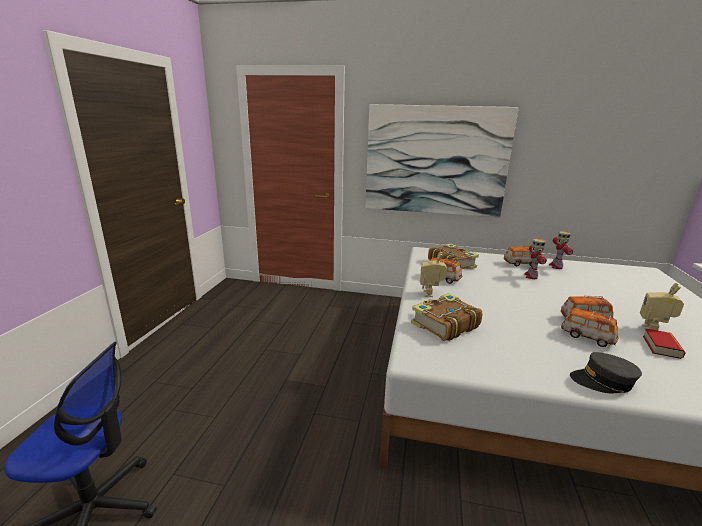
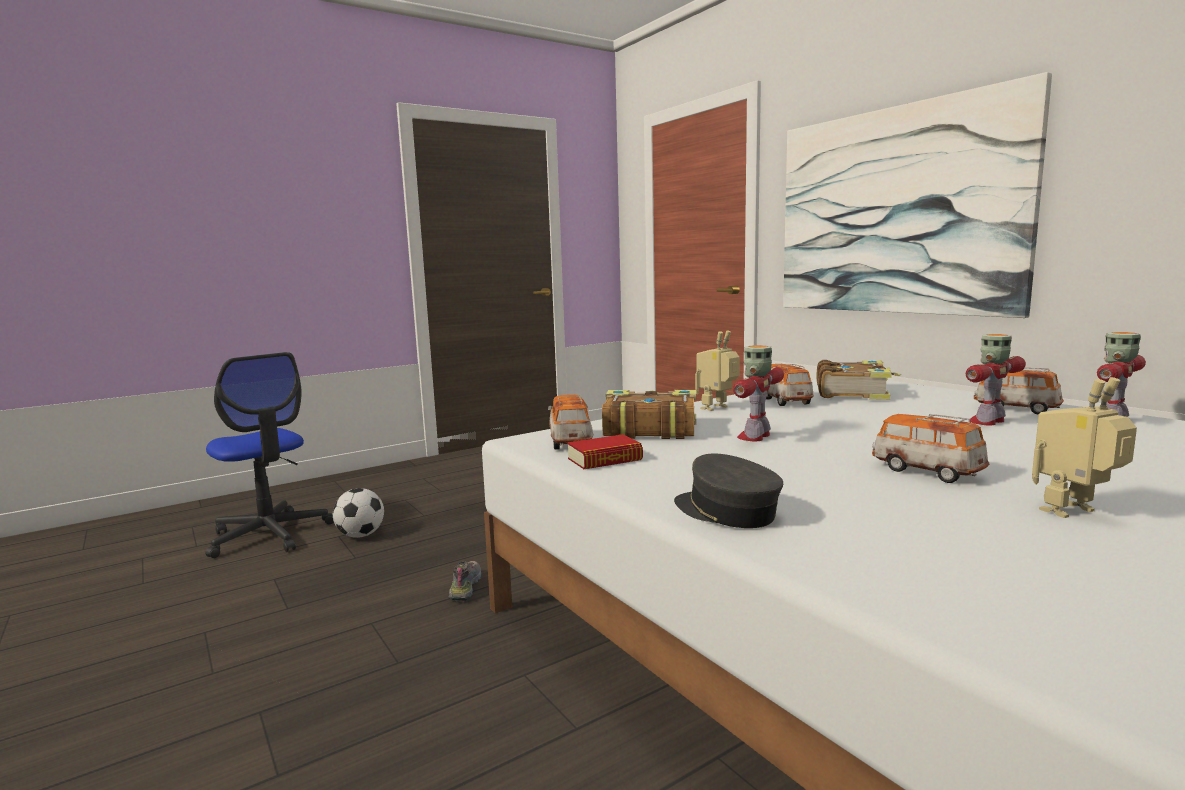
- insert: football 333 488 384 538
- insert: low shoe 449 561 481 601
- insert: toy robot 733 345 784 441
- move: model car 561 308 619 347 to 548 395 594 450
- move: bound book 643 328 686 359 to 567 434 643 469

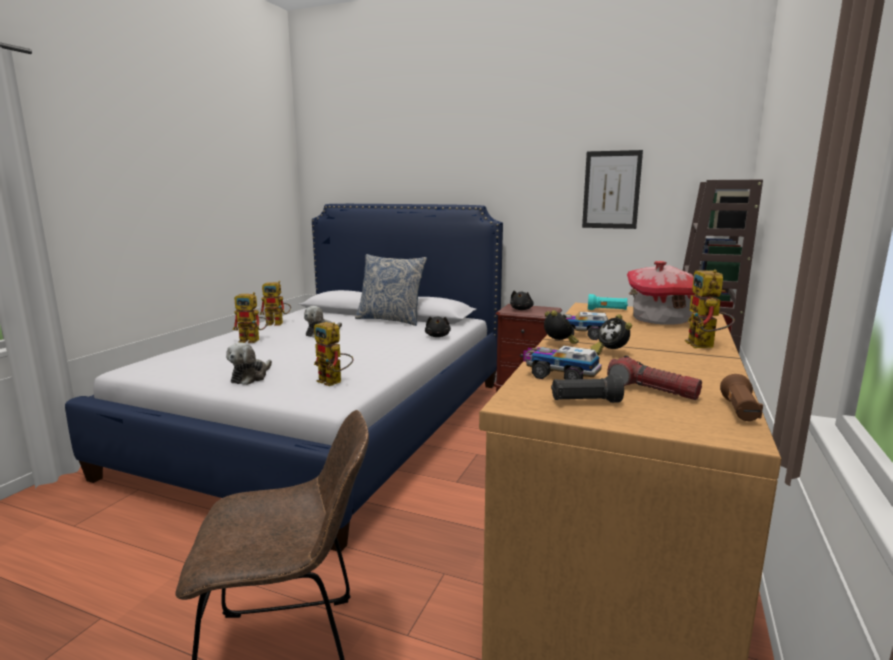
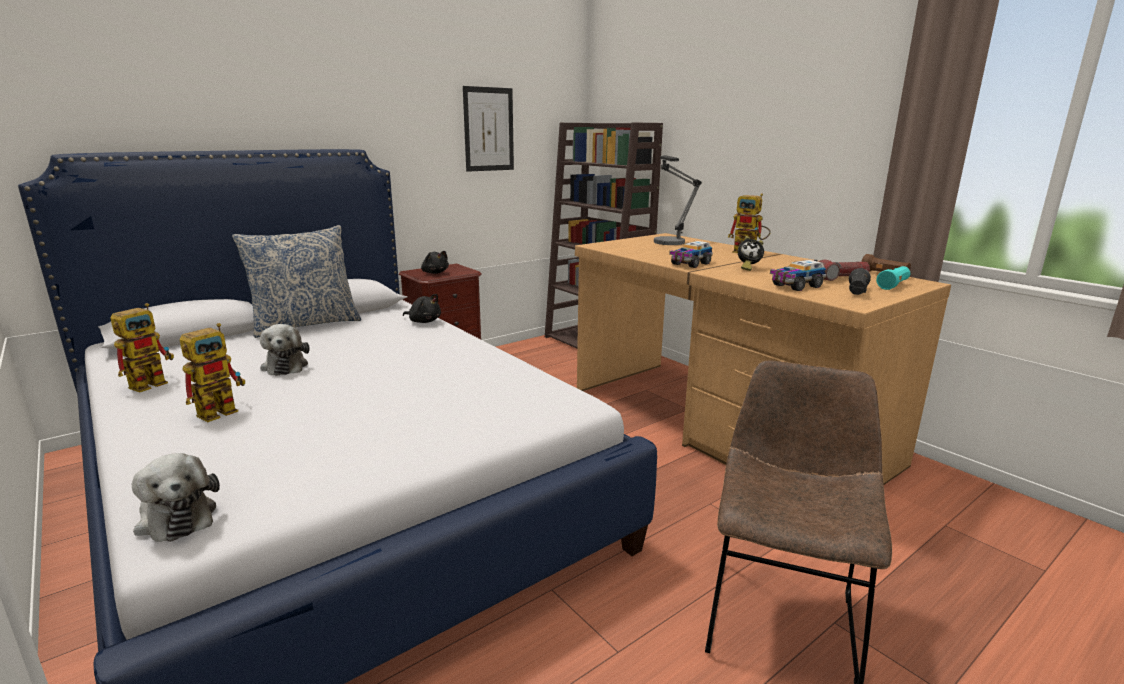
- delete: toy robot 314 322 354 386
- delete: table clock 544 310 579 344
- move: soft toy 226 343 272 385 to 132 453 220 542
- move: hand torch/turquoise 588 294 628 310 to 876 266 910 290
- replace: miniature house 627 261 695 325 to tabletop lamp 654 155 702 245

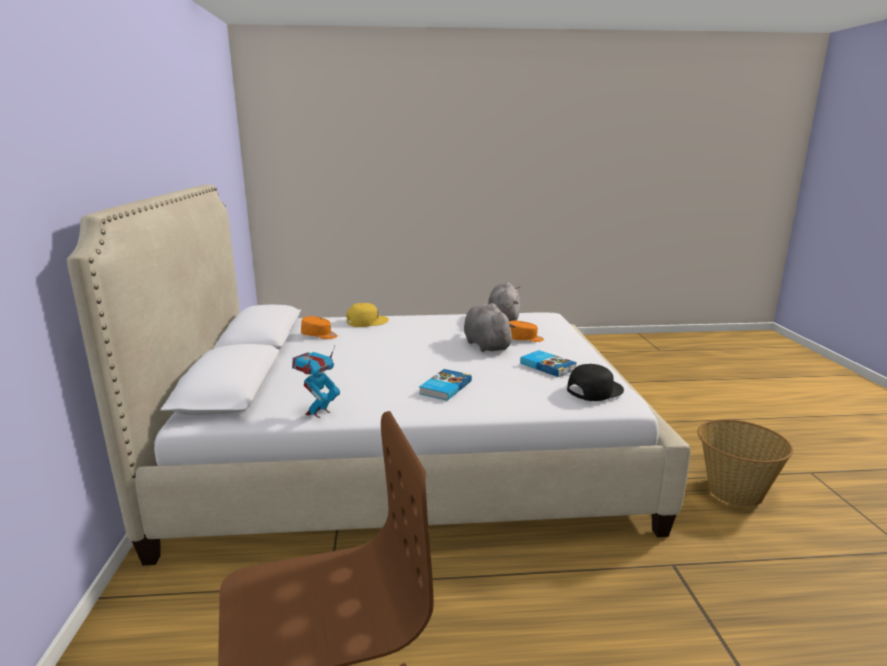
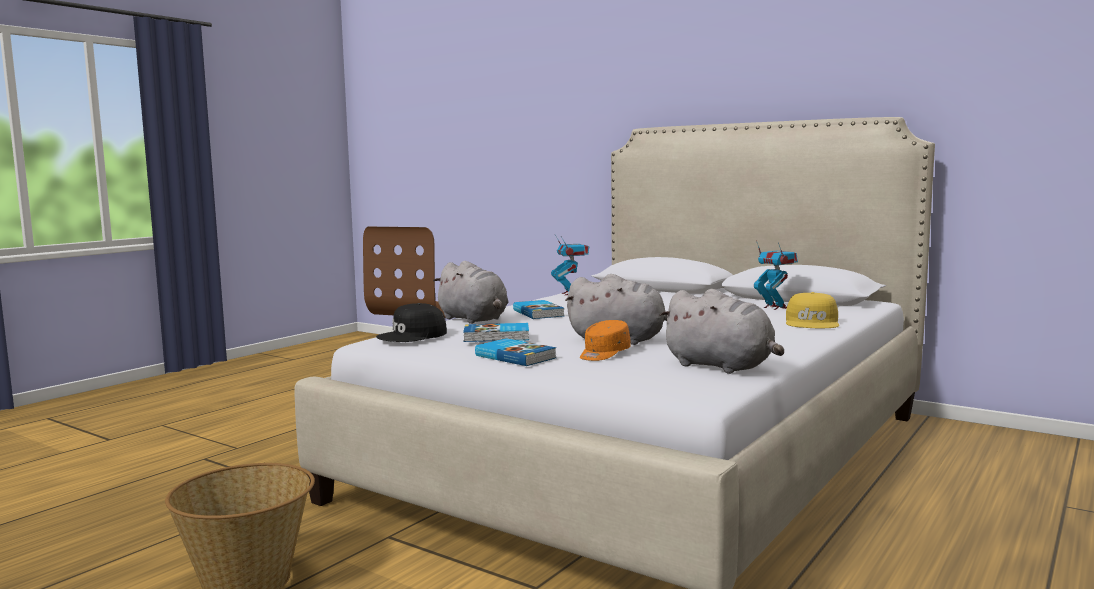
- insert: soft toy/gray 433 261 508 324
- insert: bound book 475 338 557 366
- replace: peaked cap/orangey 301 316 338 339 to toy robot 754 241 798 310
- rotate: peaked cap/blackish 567 364 624 401 = 376 303 447 342 45 degrees clockwise

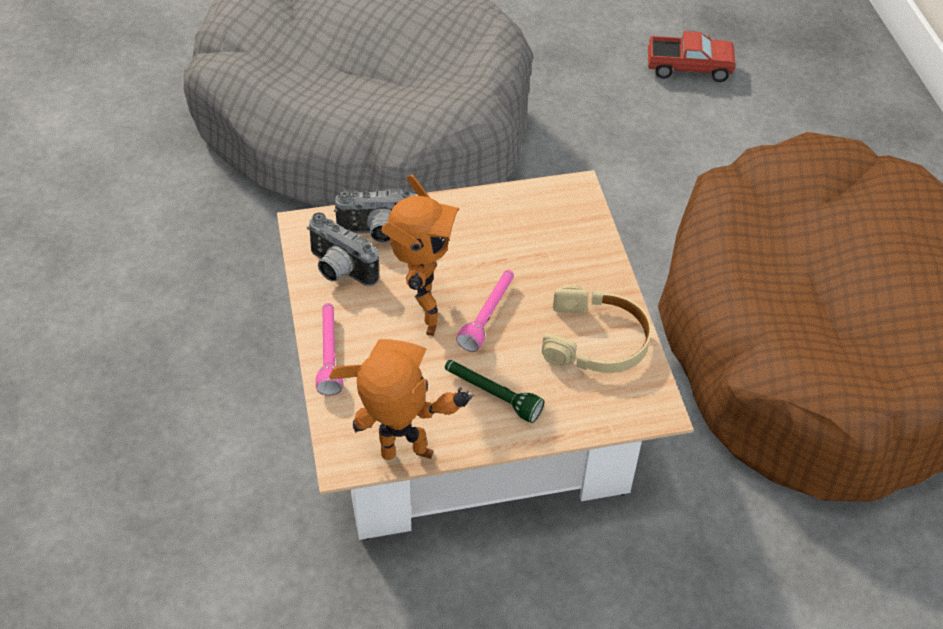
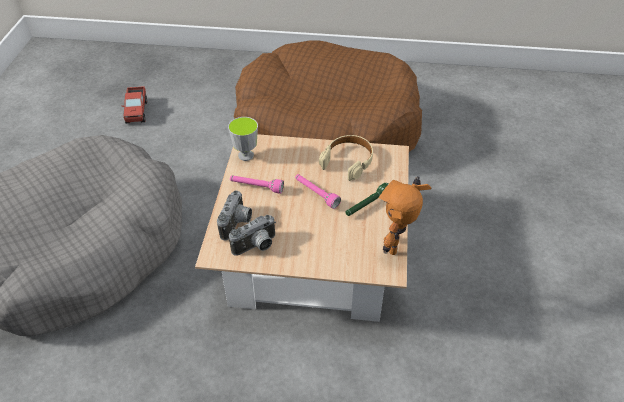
- delete: toy robot 381 175 459 336
- insert: cup 228 117 258 161
- move: hand torch/pinkish 316 303 343 396 to 230 175 284 194
- rotate: model truck 648 31 735 82 = 121 86 147 123 150 degrees clockwise

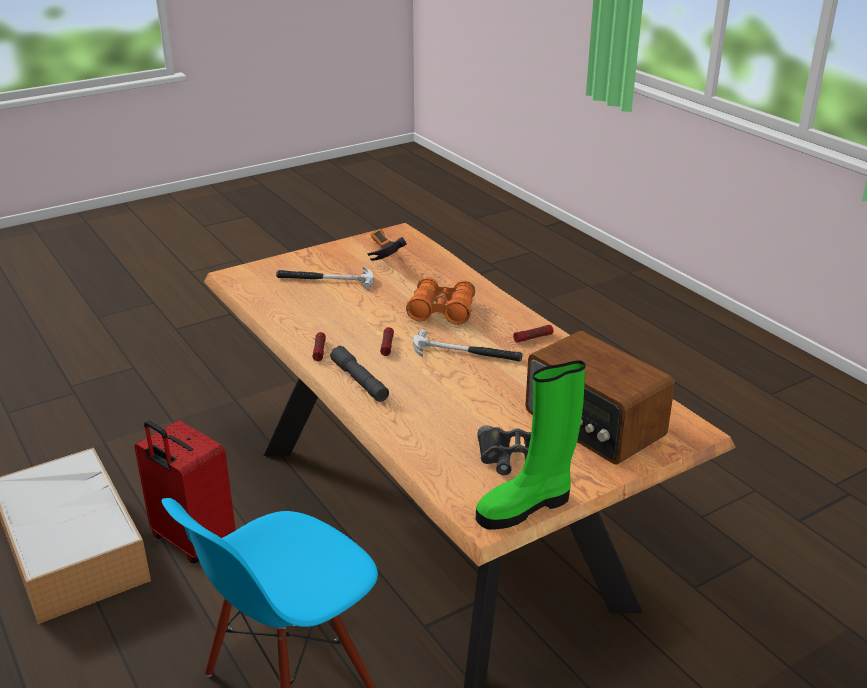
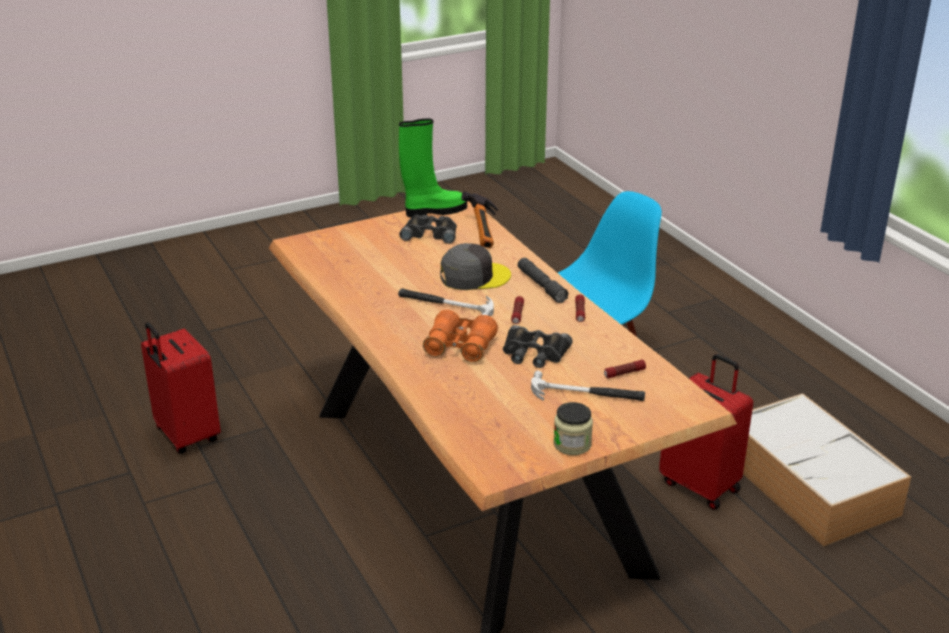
- delete: radio receiver 525 331 675 465
- insert: suitcase/reddish 141 322 221 454
- insert: peaked cap/gray 440 243 511 290
- insert: binoculars/blackish 503 325 573 368
- insert: preserve jar 553 402 593 455
- move: tool hammer 367 229 407 261 to 462 191 498 248
- move: hand torch 513 325 553 343 to 604 360 646 378

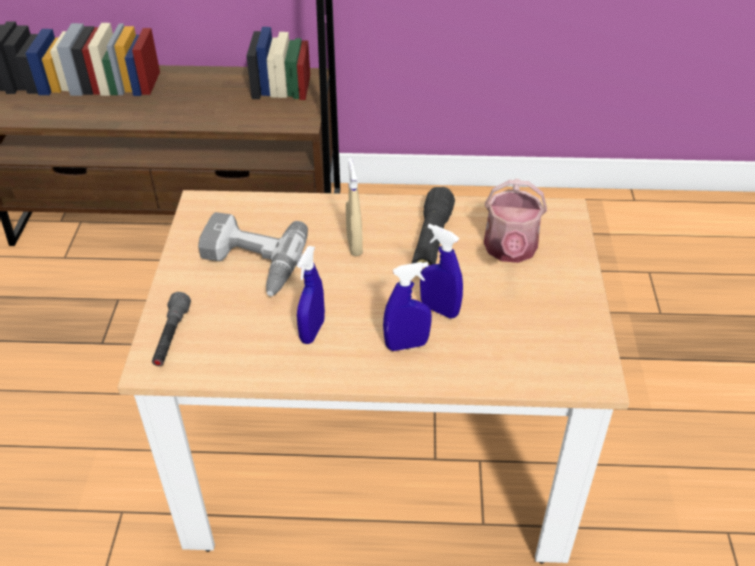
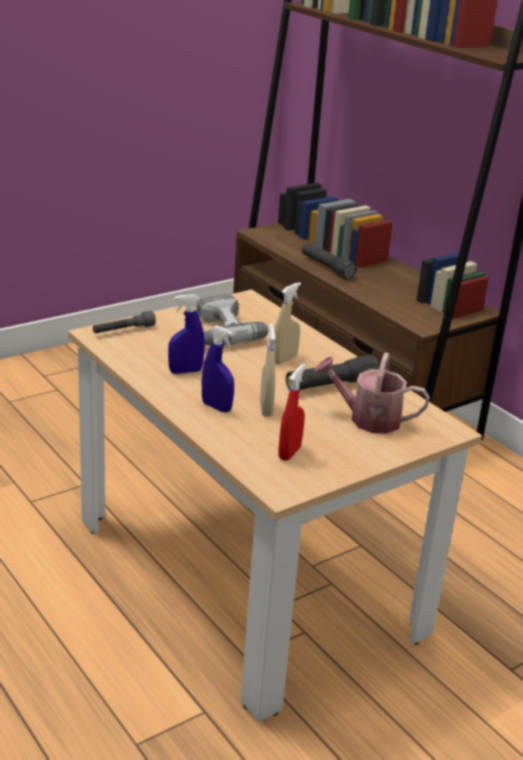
- insert: hand sprayer/reddish 278 364 306 461
- insert: hand torch/blackish 302 242 357 279
- recolor: hand sprayer/blue-coloured 420 224 463 318 to hand sprayer/beige 260 324 276 417
- rotate: watering can 484 178 547 263 = 315 352 430 434 45 degrees clockwise

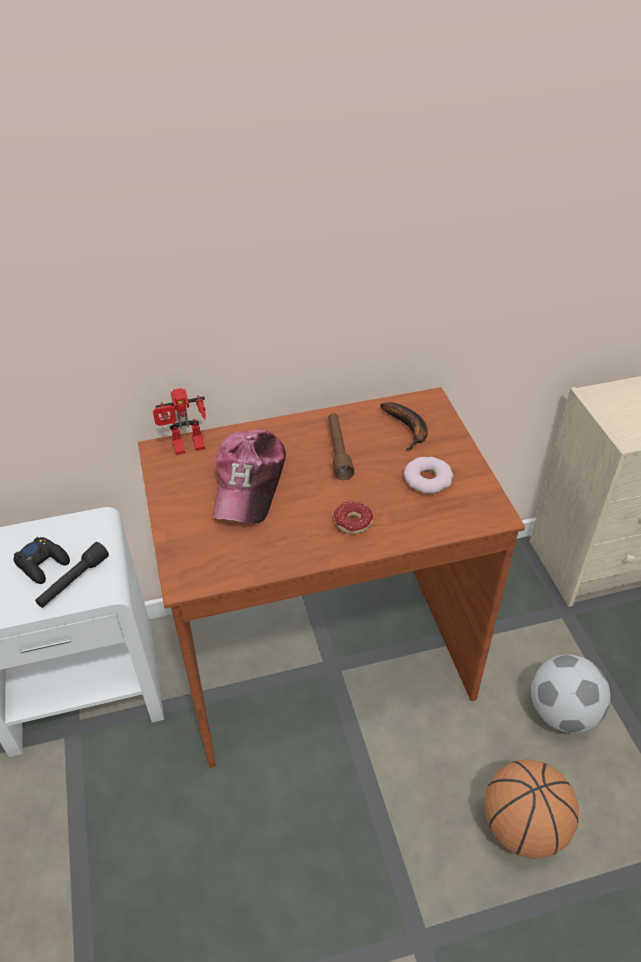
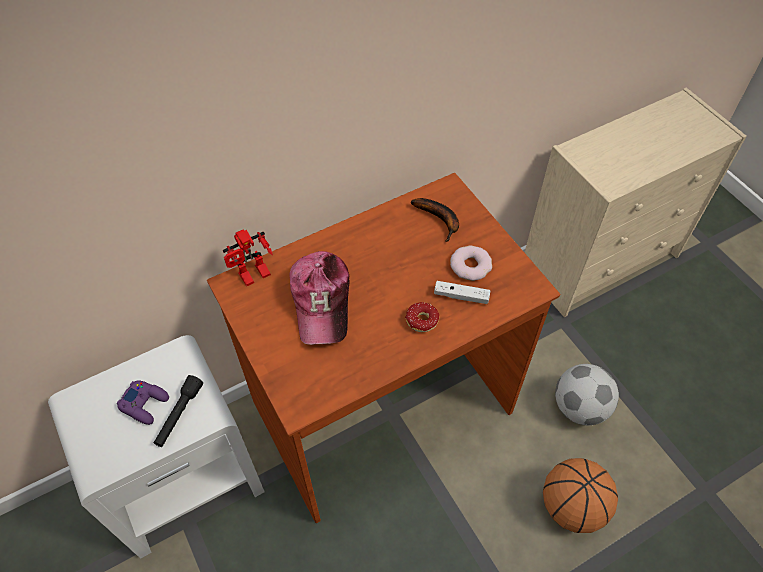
- delete: hand torch/brownish 328 413 355 480
- insert: gamepad/whitish 434 281 490 304
- recolor: gamepad/blackish 13 537 70 584 to gamepad/purplish 117 380 169 425

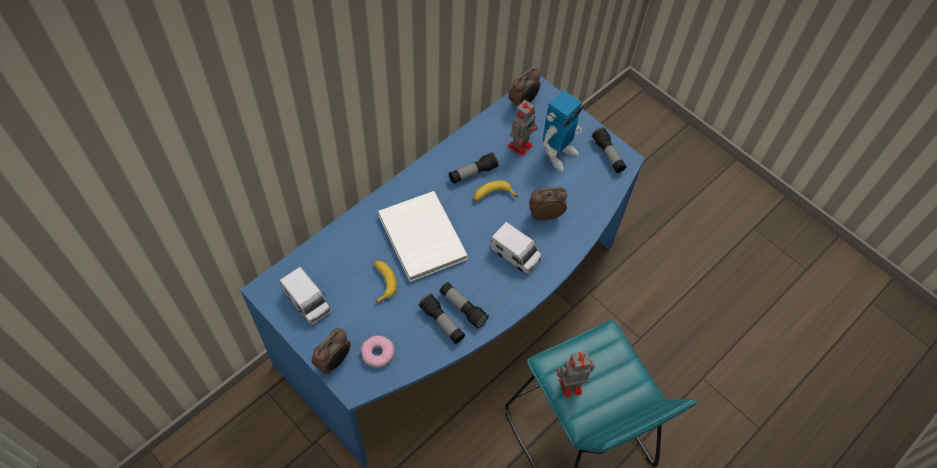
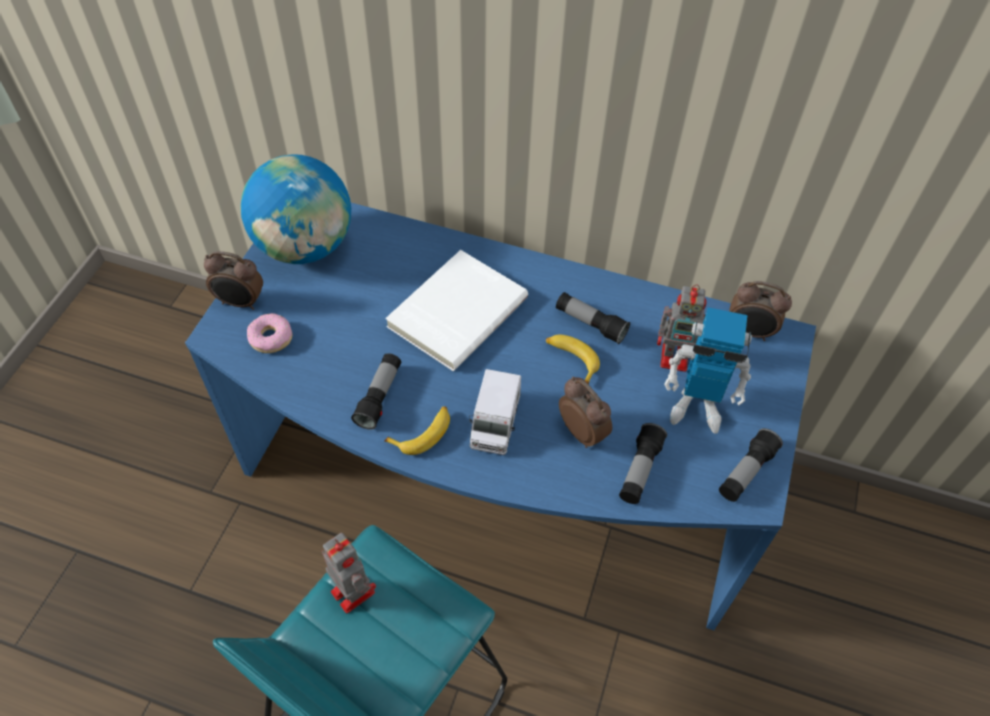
- move: whole banana 373 260 397 303 to 384 406 450 455
- move: hand torch 419 294 465 344 to 619 423 667 504
- replace: model truck 280 267 331 325 to globe 240 154 351 264

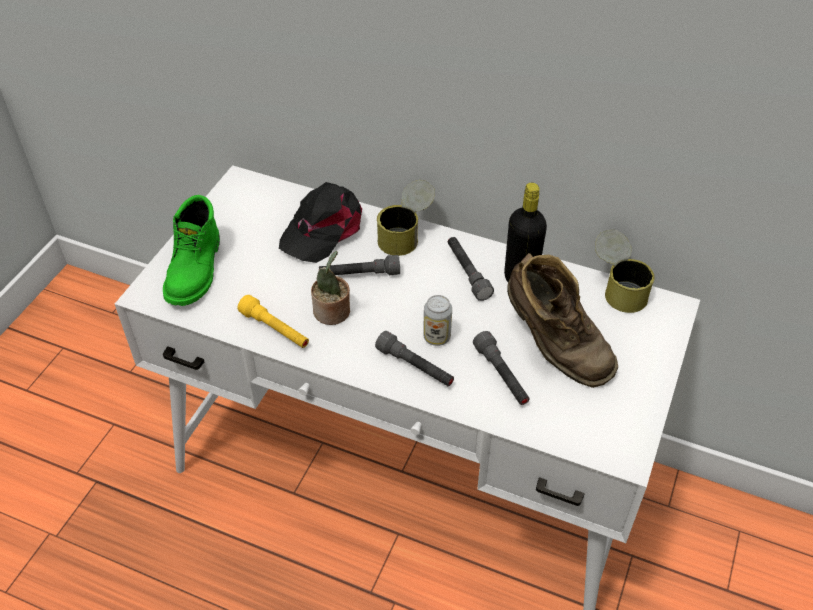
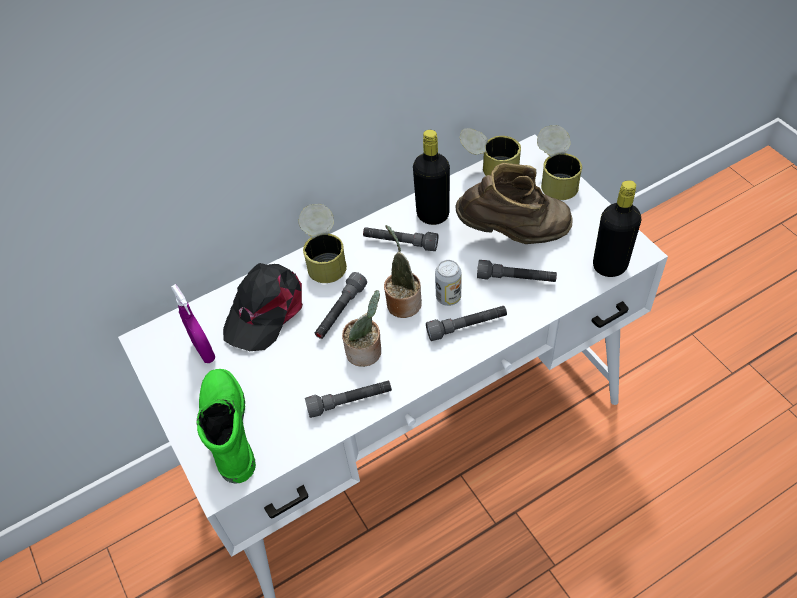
- insert: hand sprayer/purplish 171 284 215 363
- insert: houseplant 384 225 422 318
- insert: can 537 125 582 200
- insert: beverage bottle/blackish 593 180 641 277
- recolor: hand torch/yellow 237 295 309 348 to hand torch/gray 305 380 392 418
- rotate: boot/green-coloured 163 195 220 306 = 196 369 256 483 150 degrees counterclockwise
- rotate: peaked cap/blackish 279 182 362 263 = 223 263 303 351 45 degrees clockwise

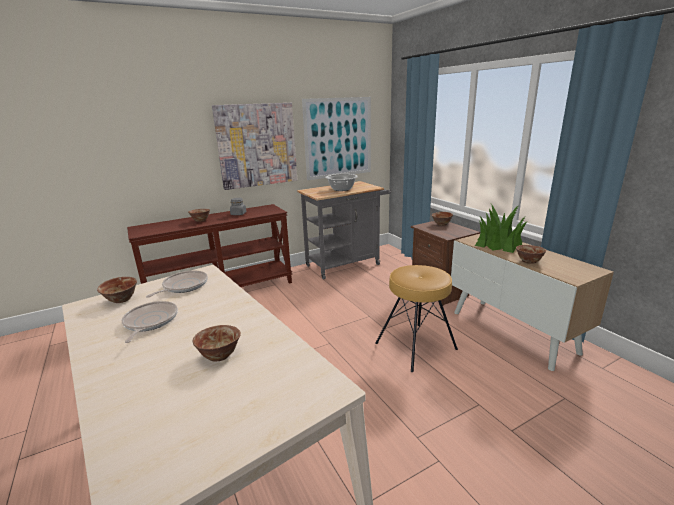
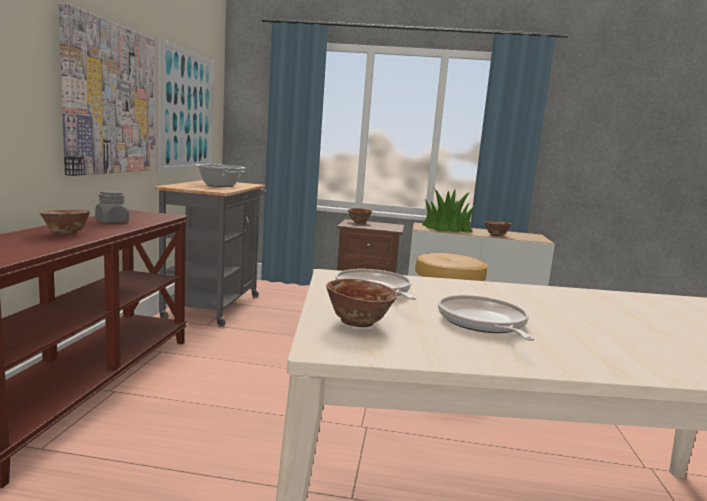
- delete: deep dish 193 325 241 362
- rotate: pan 121 301 178 343 = 438 295 534 341 45 degrees clockwise

